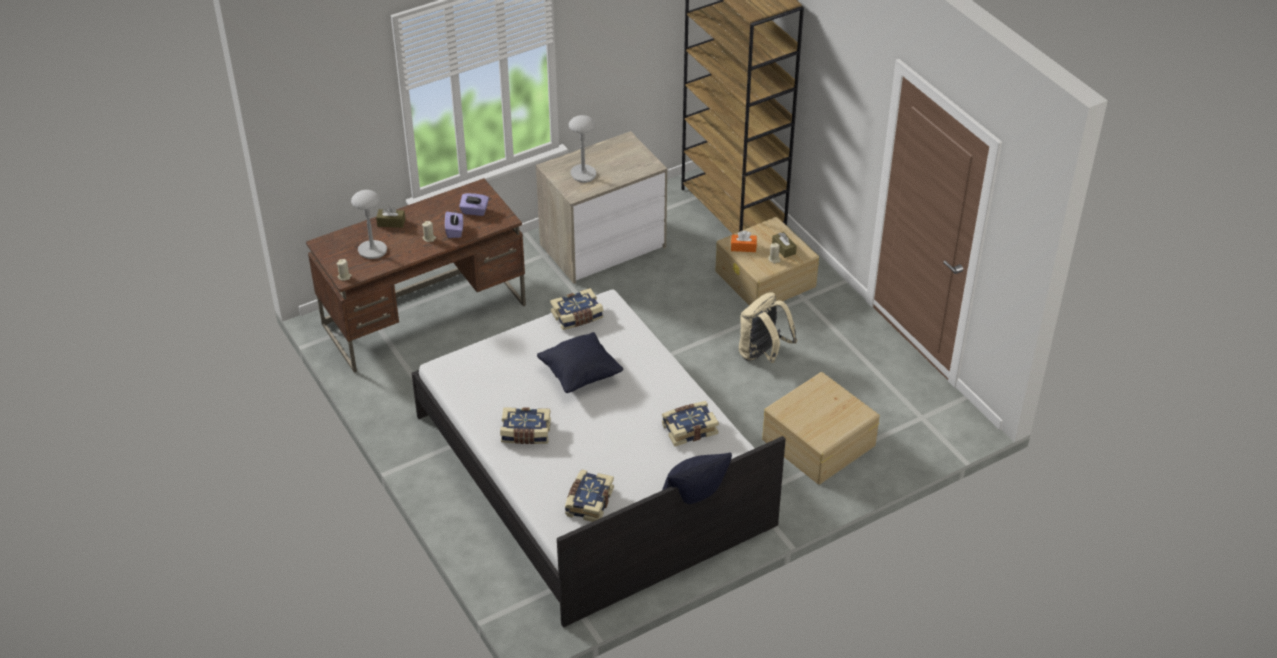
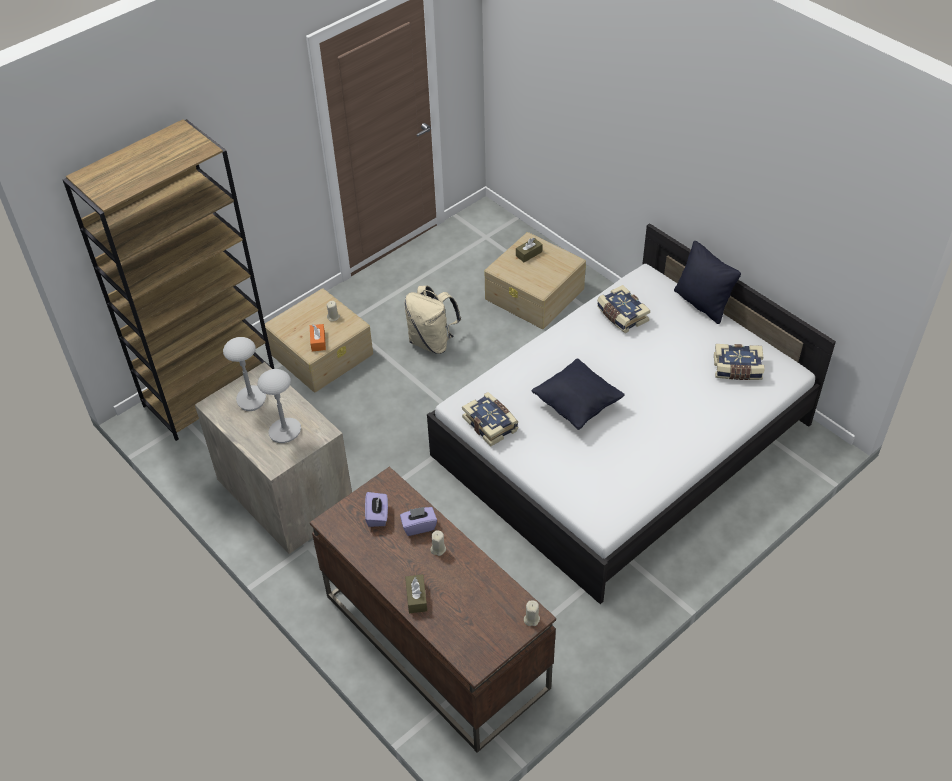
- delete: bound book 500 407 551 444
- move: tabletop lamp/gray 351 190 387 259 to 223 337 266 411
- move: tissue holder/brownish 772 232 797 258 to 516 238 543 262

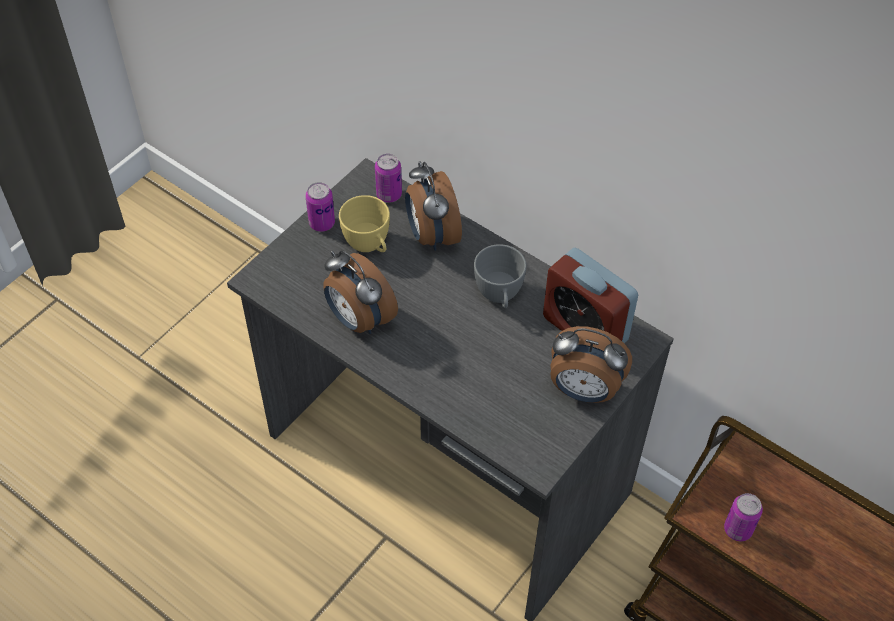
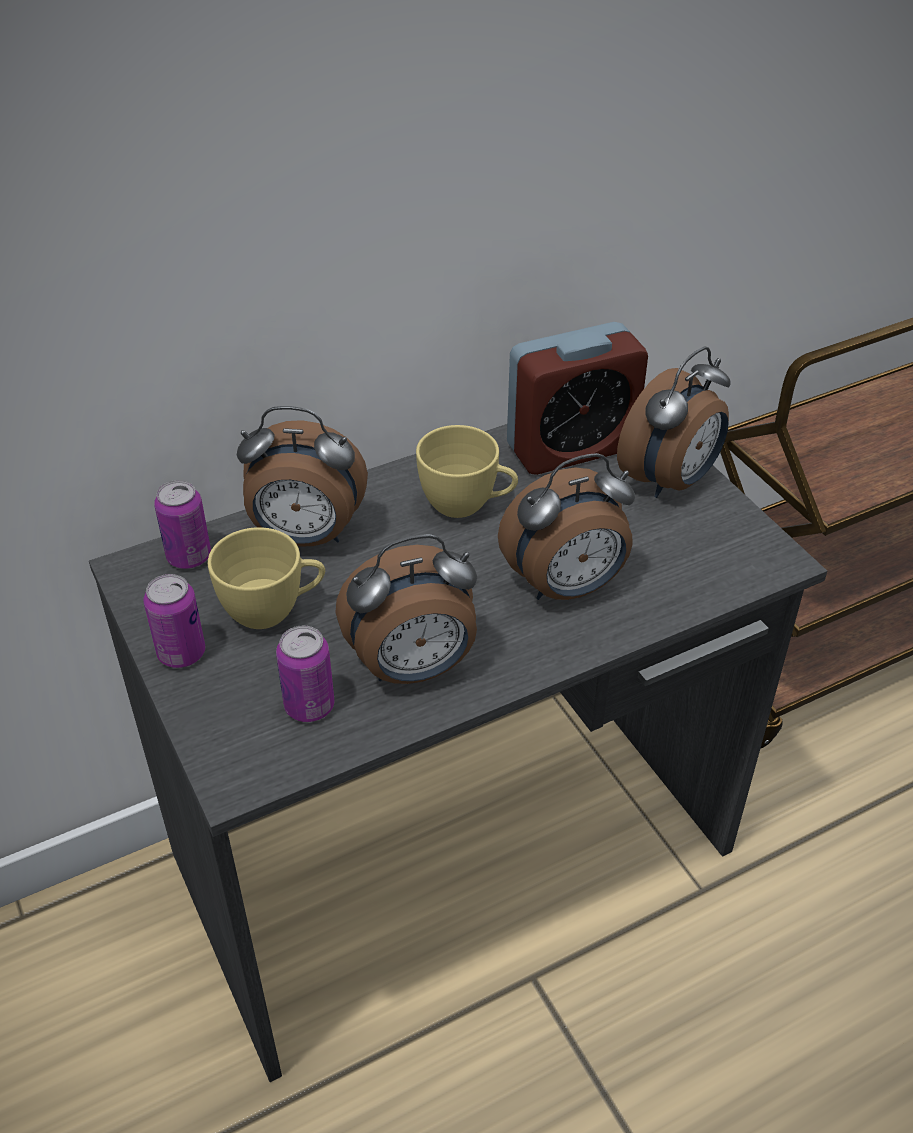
- insert: table clock 498 453 635 600
- move: can 724 493 763 541 to 276 626 335 722
- recolor: cup/gray 474 244 526 308 to cup/yellow 416 425 518 518

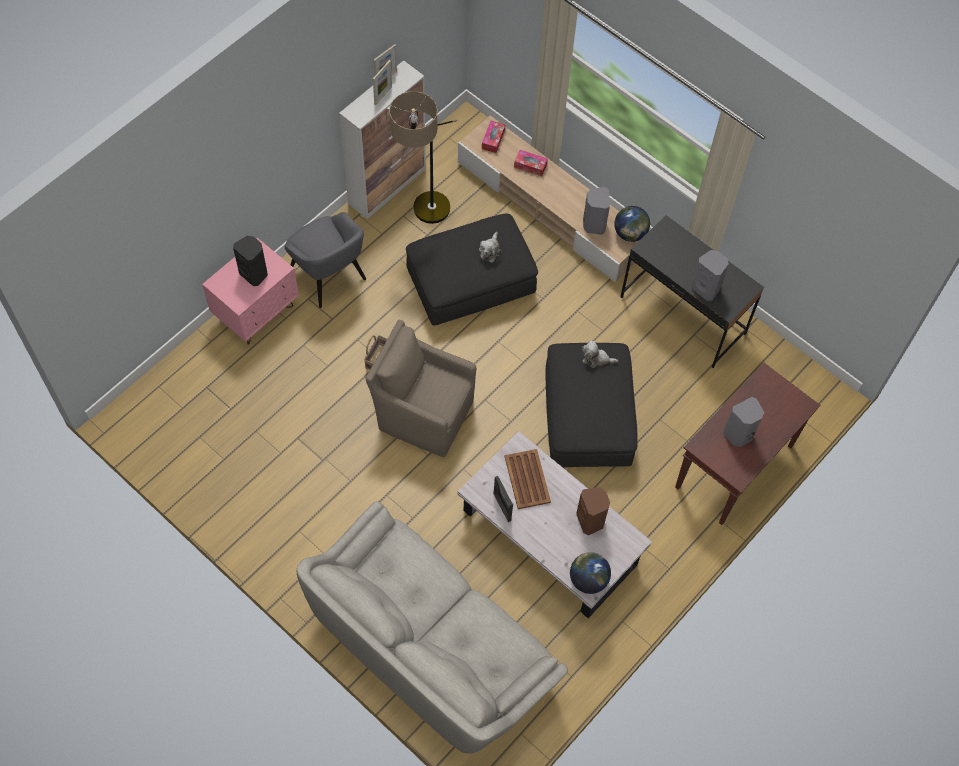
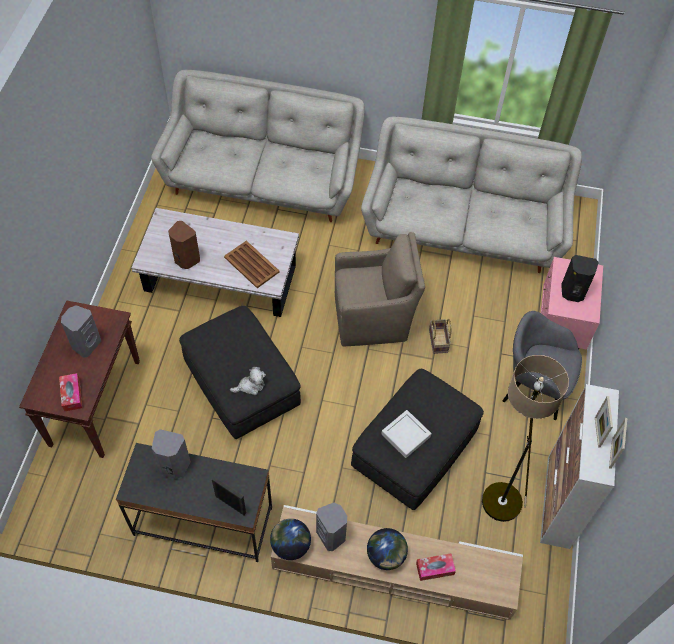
- insert: couch/gray 361 117 582 273
- move: tissue holder 482 121 505 153 to 59 373 82 412
- move: picture frame 493 476 513 522 to 212 477 246 515
- move: globe 570 552 611 594 to 367 528 408 570
- replace: soft toy 479 232 501 263 to serving tray/gray 381 410 432 458

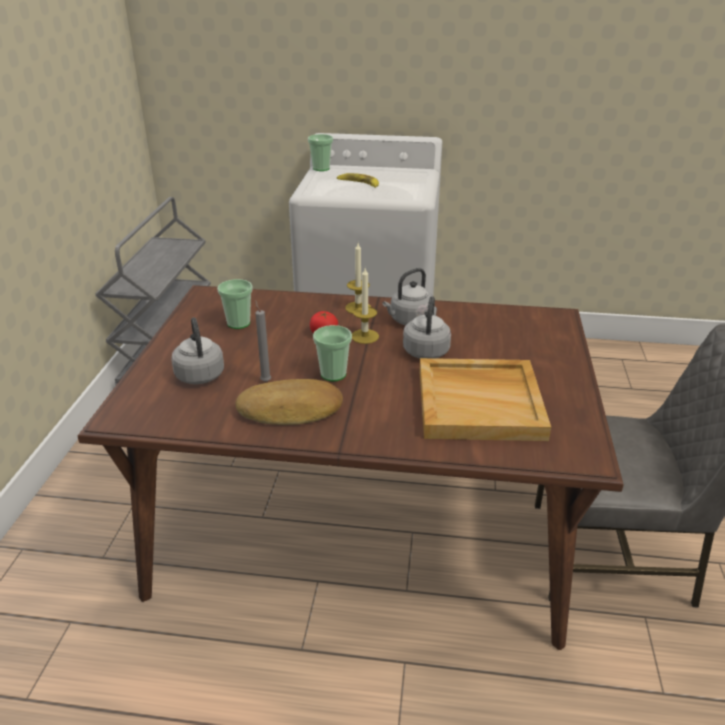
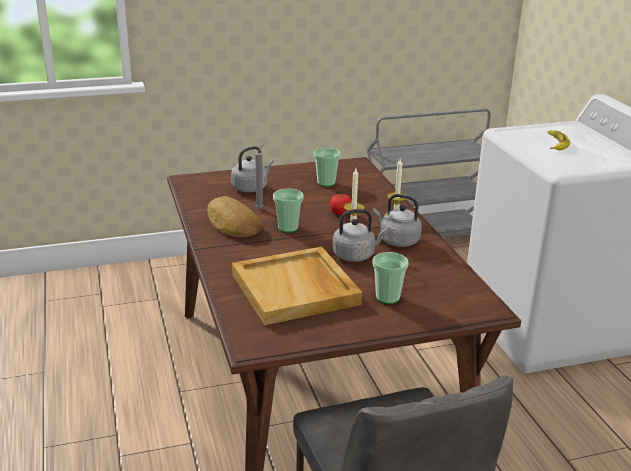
- move: cup 308 134 333 171 to 372 252 409 304

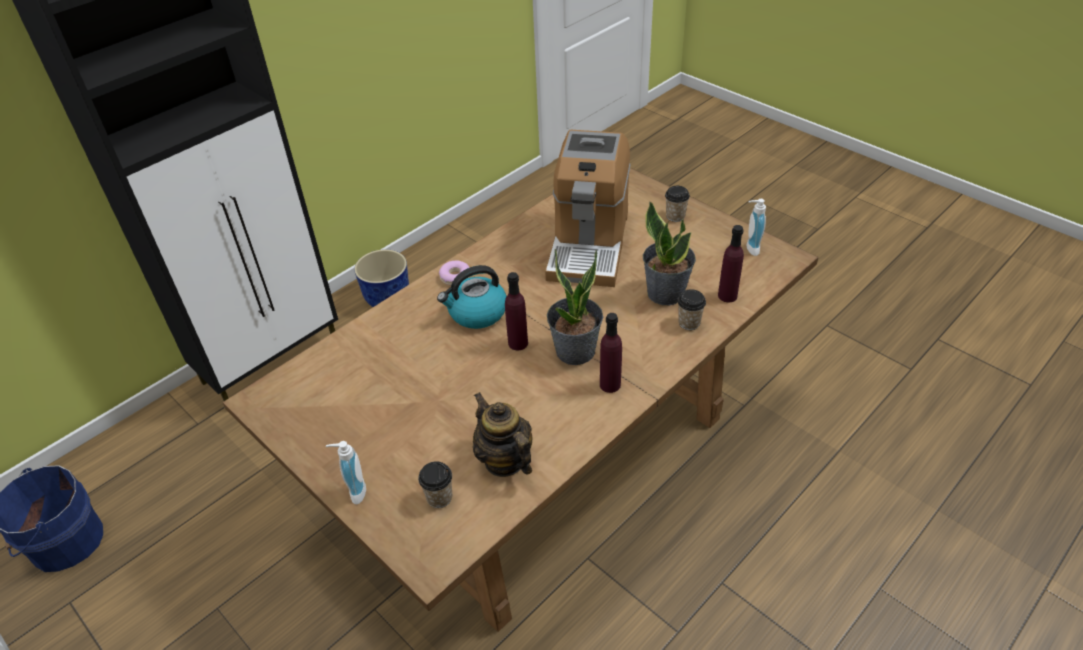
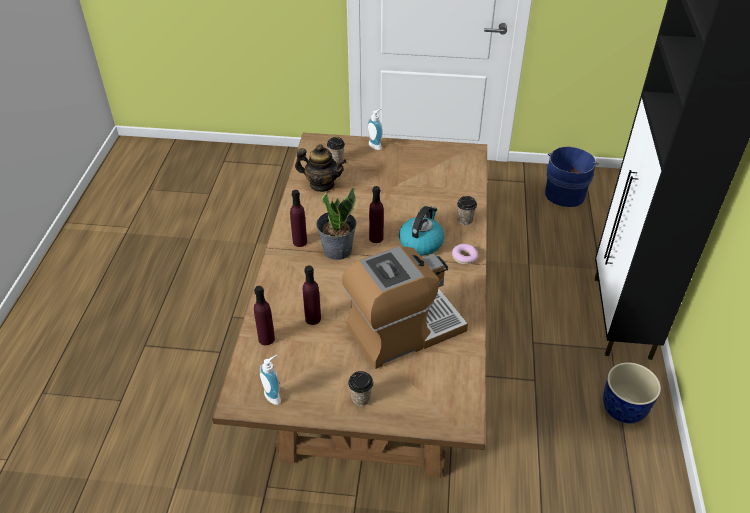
- move: cup 678 289 706 330 to 457 196 477 225
- replace: houseplant 643 201 696 305 to beverage bottle/purplish 303 265 321 325
- rotate: coffee maker 545 130 630 287 = 342 246 468 369 90 degrees clockwise

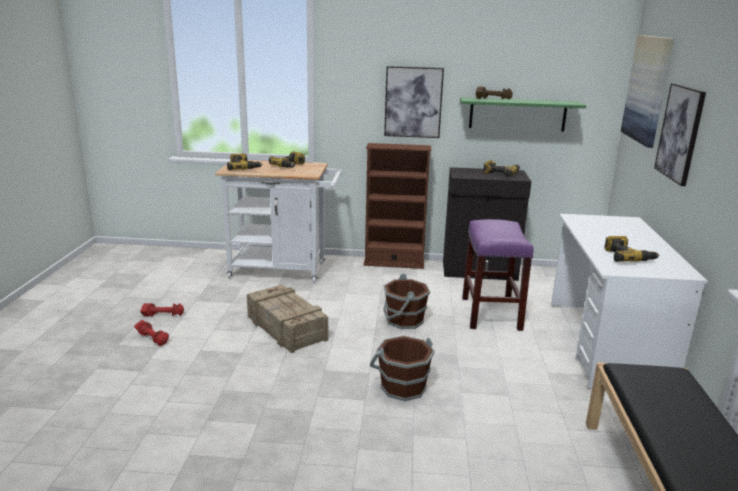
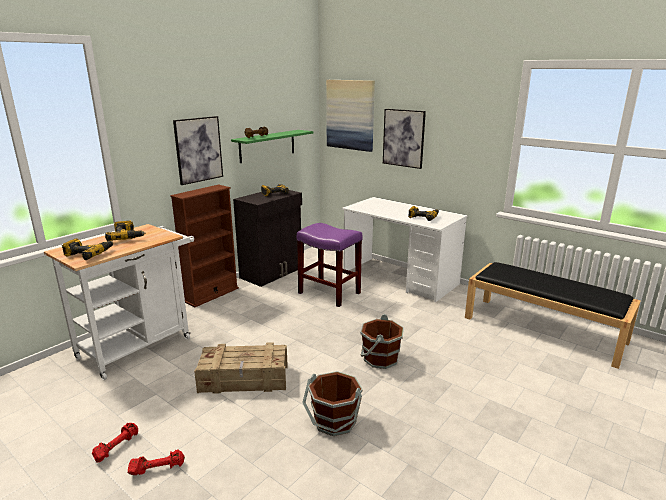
- move: pail/brownish 383 273 430 329 to 302 371 363 436

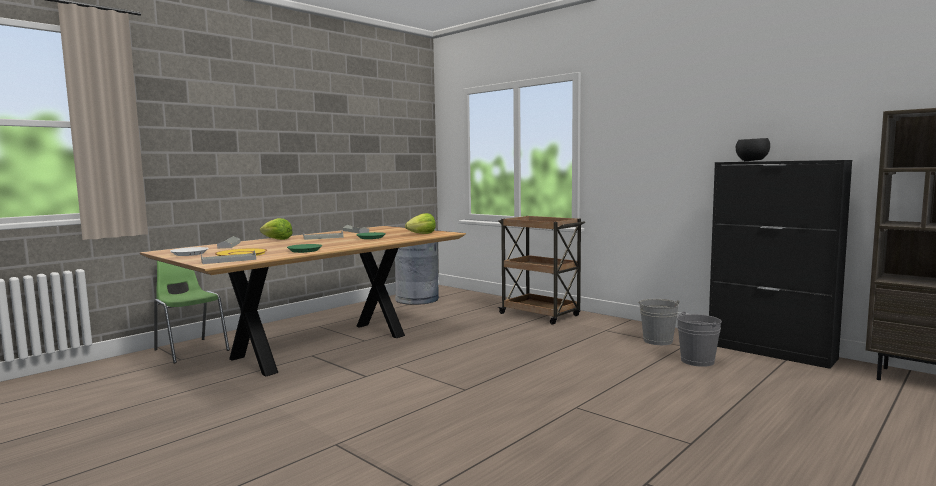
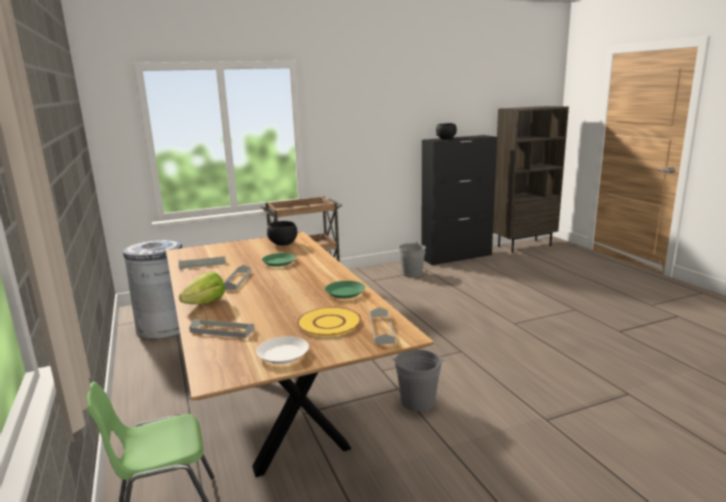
- move: pail/gray 677 311 722 367 to 392 349 445 412
- replace: head of lettuce 405 213 436 234 to deep dish/blackish 267 221 297 246

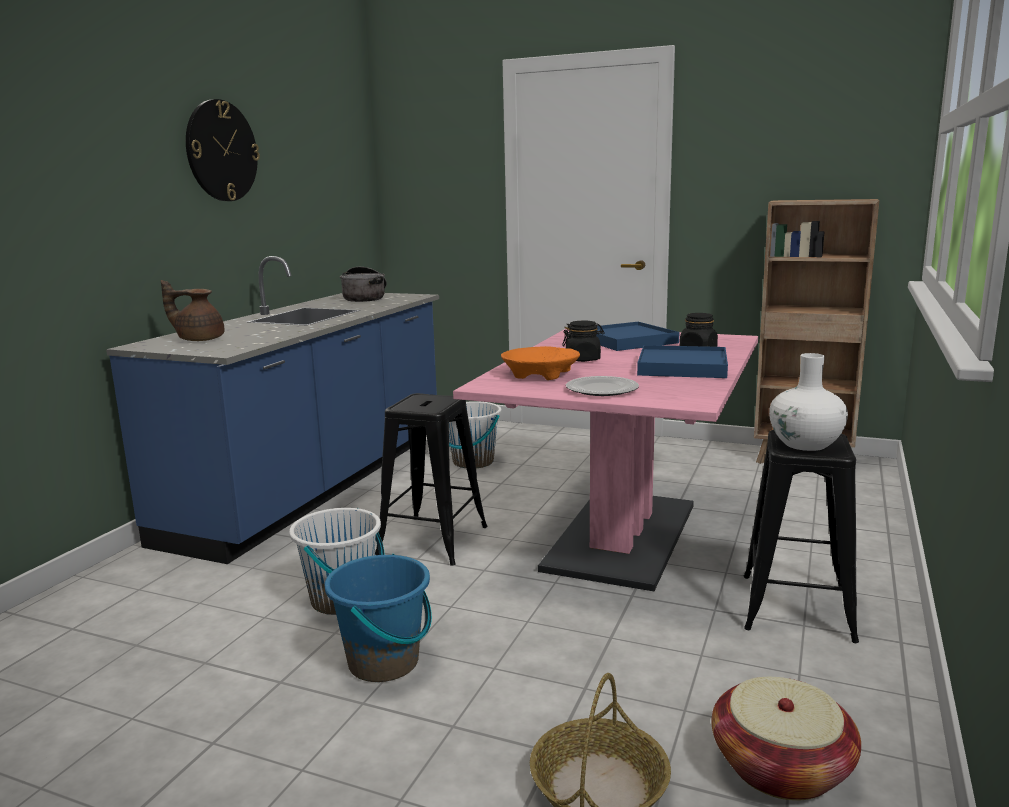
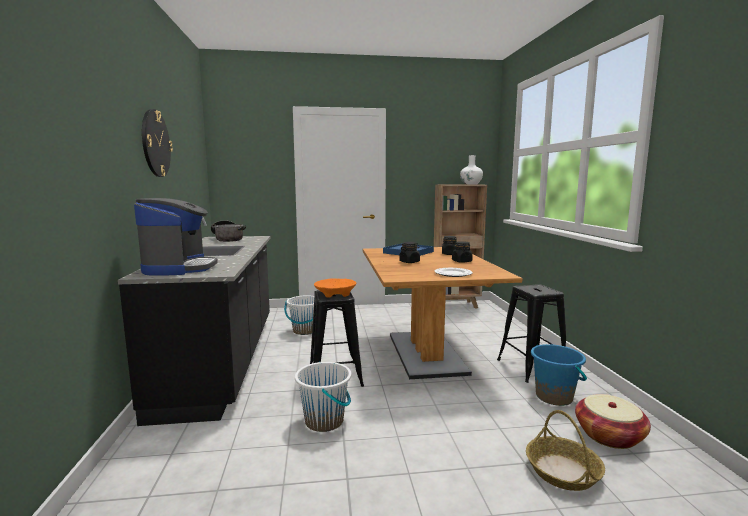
- move: pail/blue-coloured 325 554 432 682 to 531 344 587 406
- move: deep dish/orangey 501 346 580 380 to 314 278 357 298
- move: decorative vase/whitish 769 353 848 451 to 460 155 483 184
- replace: pot for tea/brownish 161 280 225 341 to coffee maker 134 198 218 276
- replace: serving tray/blue-coloured 637 345 728 378 to preserve jar/blackish 452 241 473 263
- recolor: counter/blue-coloured 106 256 439 564 to counter/blackish 118 217 271 426
- recolor: kitchen table/pinkish 453 327 758 591 to kitchen table/brownish 363 247 523 379

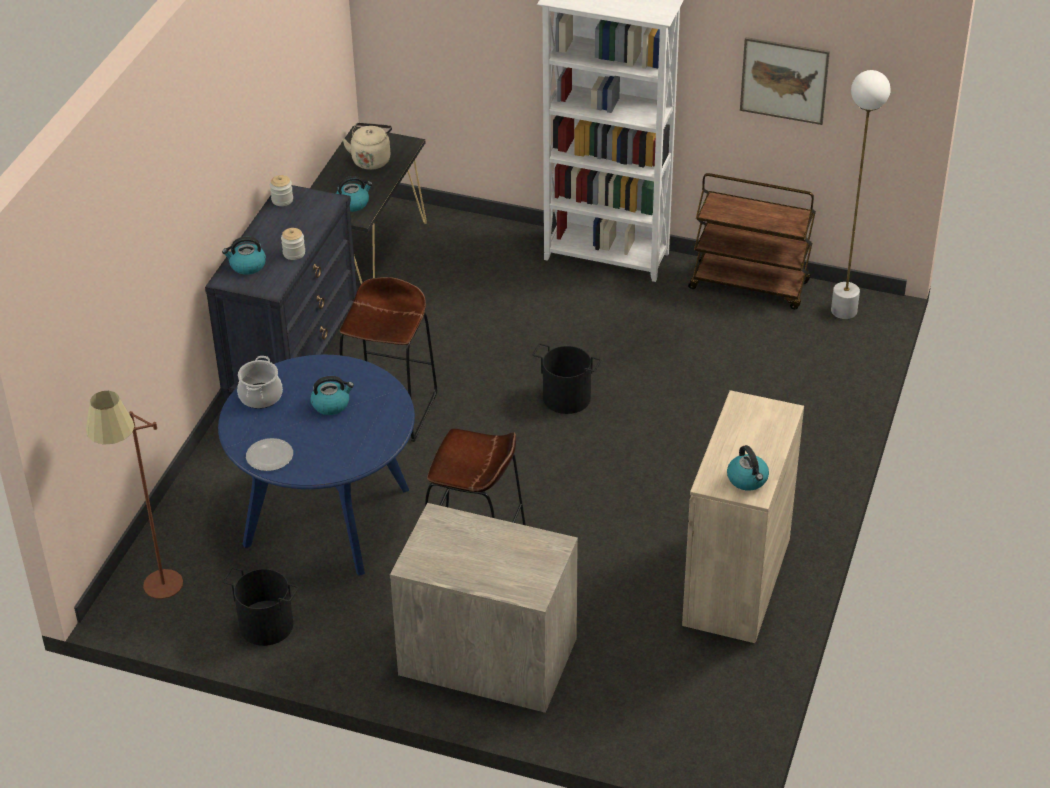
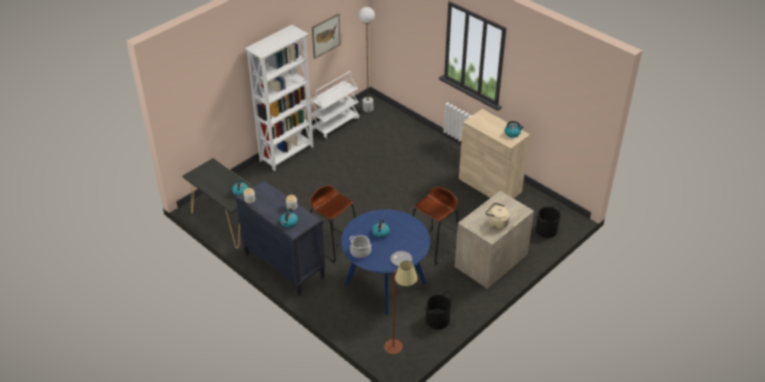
- move: kettle/beige 342 123 392 170 to 485 203 510 229
- move: pail/blackish 532 343 601 414 to 536 204 562 238
- recolor: cart/brownish 688 173 816 309 to cart/whitish 310 71 359 140

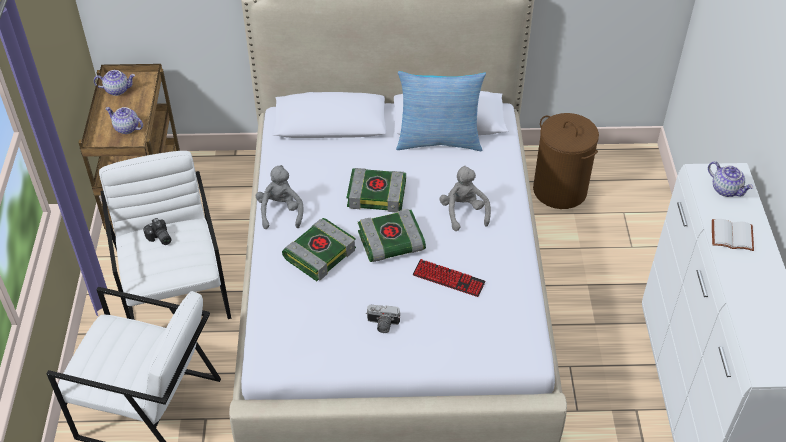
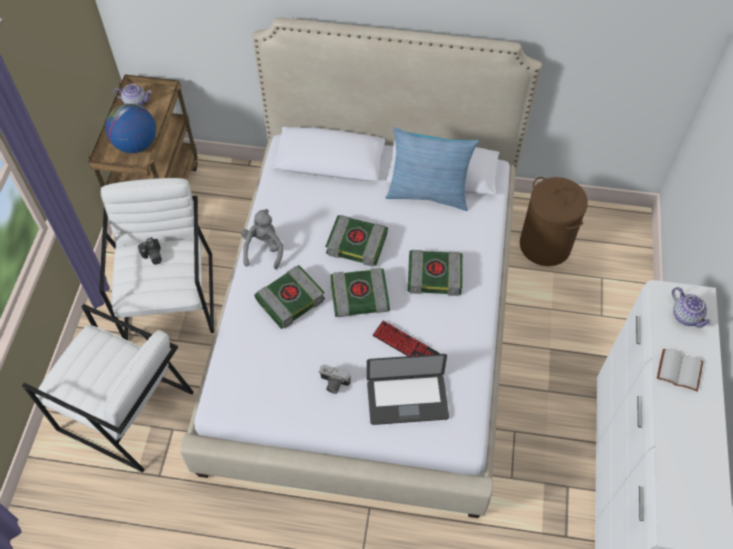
- insert: portable computer 367 354 449 425
- replace: pot for tea 105 107 143 134 to globe 105 104 156 153
- replace: soft toy/gray 439 166 491 231 to bound book 407 250 463 296

